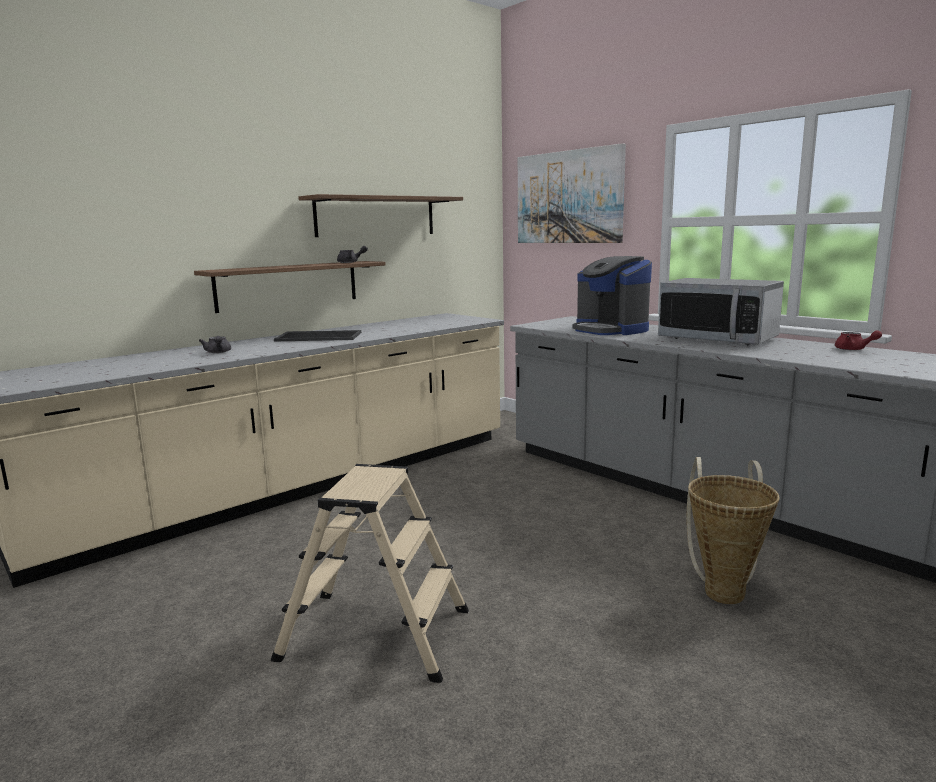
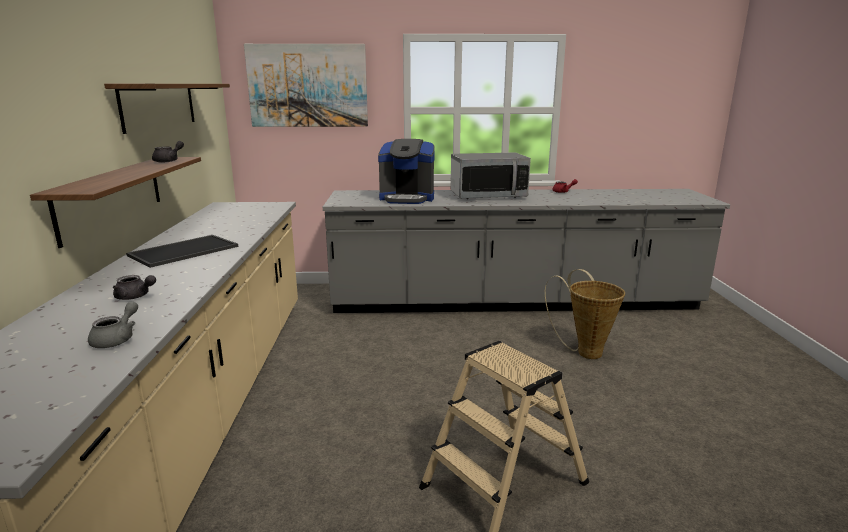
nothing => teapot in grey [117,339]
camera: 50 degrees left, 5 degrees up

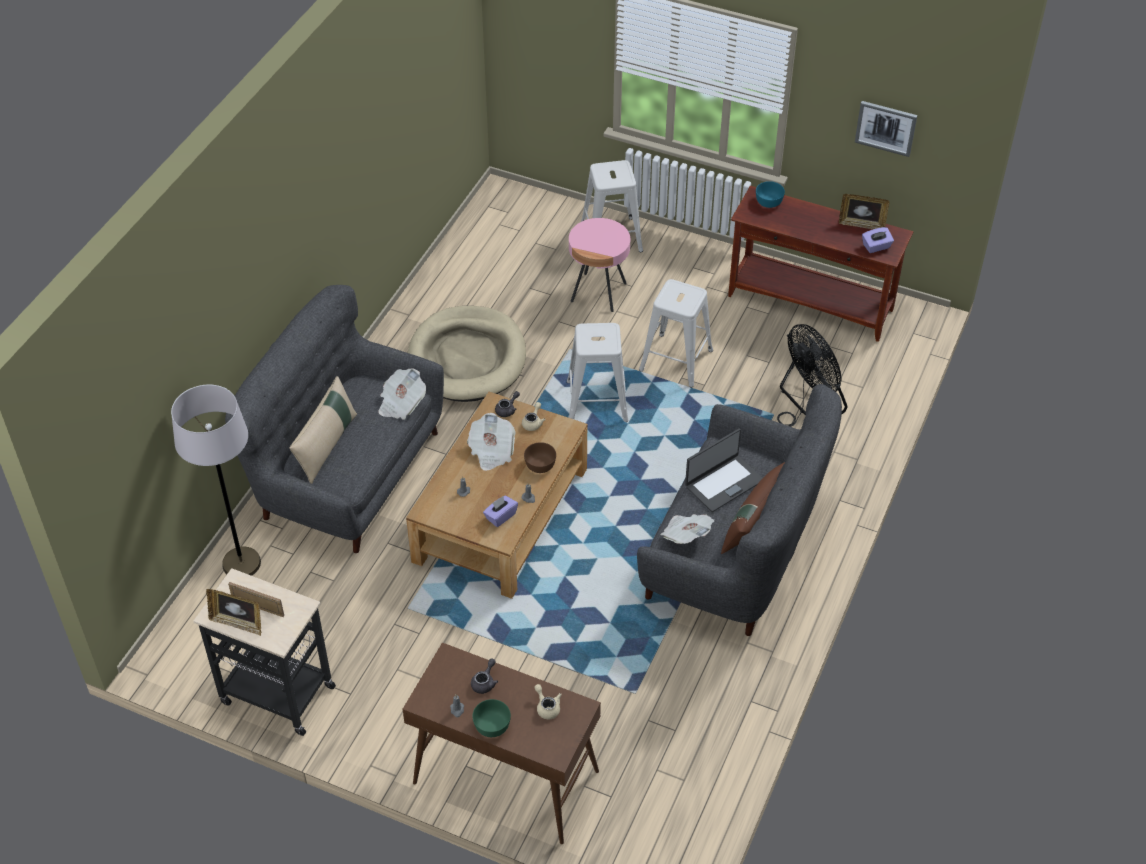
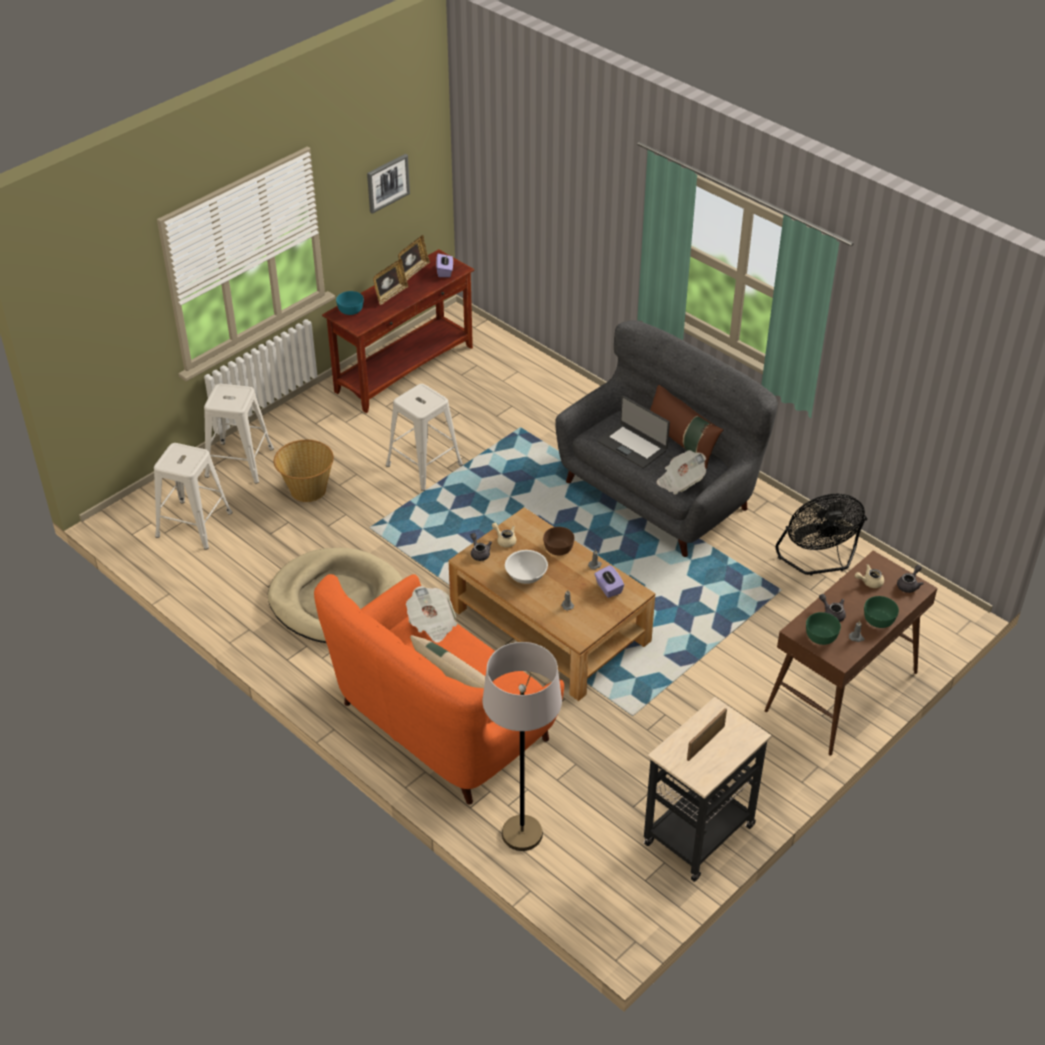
stool in white [597,401] => stool in white [194,524], shifted
accent table in pinkish [598,292] => household basket [307,490]
couch in grey [346,472] => couch in orange-coloured [439,724]
photo frame [237,623] => photo frame [390,295], shifted
newspaper [491,451] => bowl in white [526,576]
portable computer [723,483] => portable computer [632,445], 150 degrees clockwise
electric fan in blackish [803,399] => electric fan in blackish [825,564], shifted
nothing => bowl in green-coloured [821,636]
nothing => teapot in grey [909,585]
camera: 70 degrees left, 5 degrees down

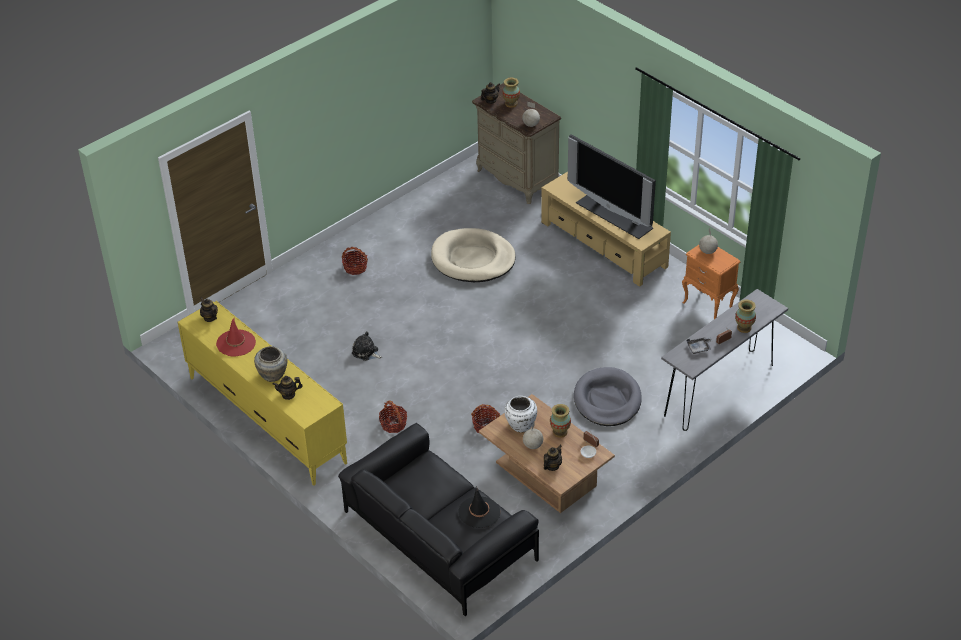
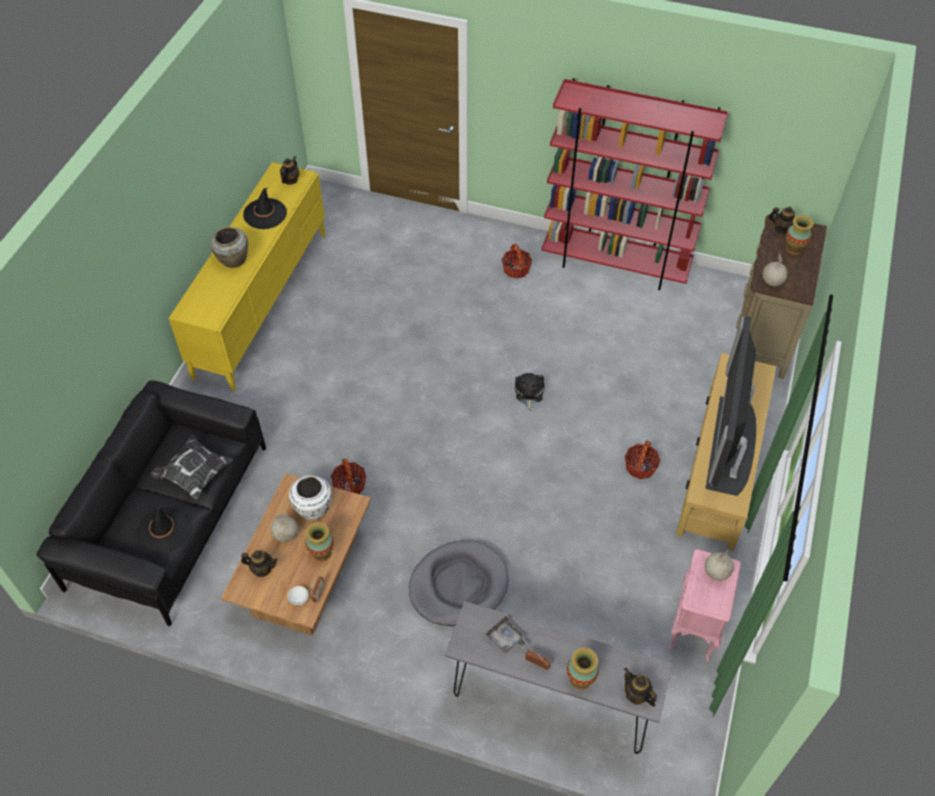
nothing => cushion [194,474]
hat in reddish [236,343] => hat in blackish [265,214]
plush toy [366,352] => plush toy [528,394], shifted
nothing => shelving unit in reddish [615,265]
teapot [288,395] => teapot [636,695], shifted
household basket [393,424] => household basket [640,467], shifted
bedside table in orange-coloured [708,307] => bedside table in pinkish [694,627]
pet bed in beige-coloured [473,259] => nothing
camera: 60 degrees right, 10 degrees up

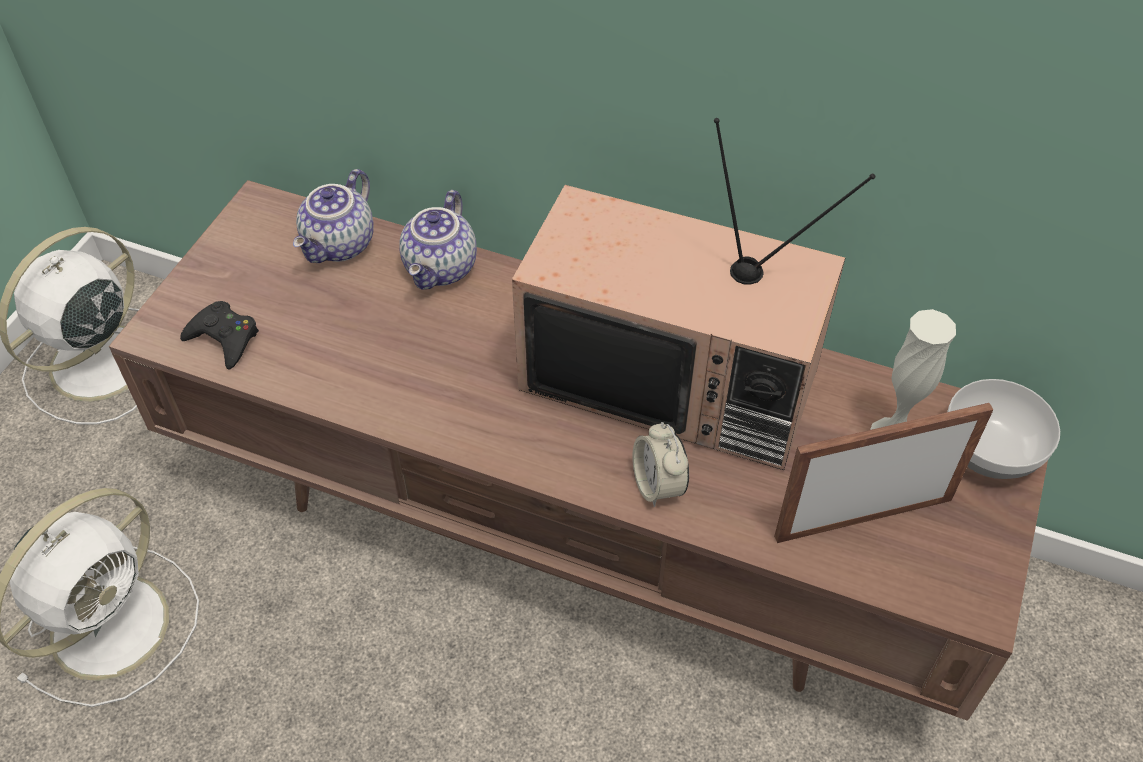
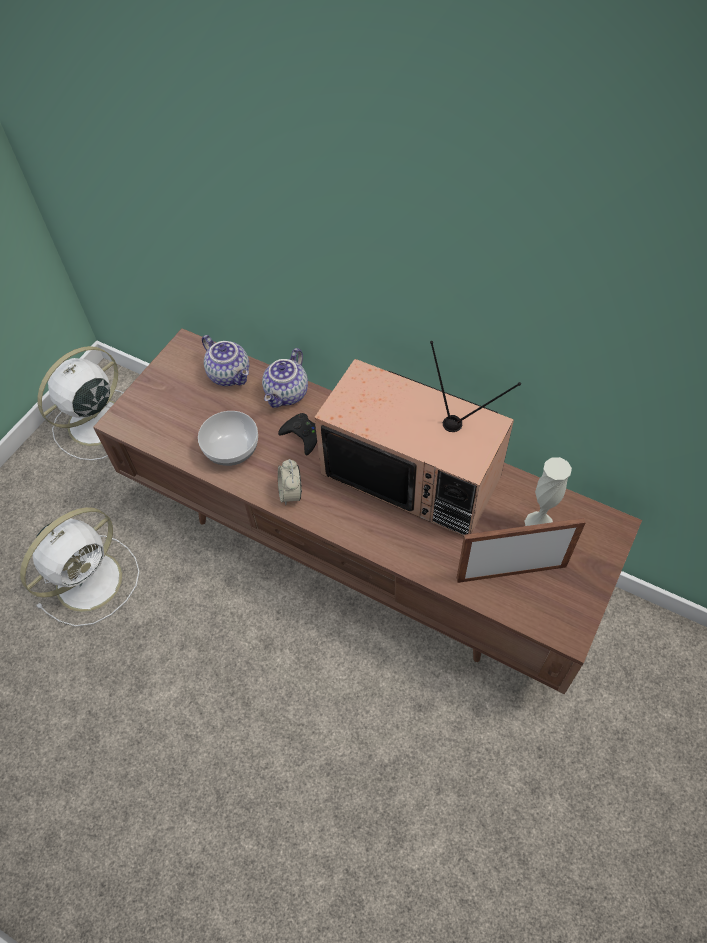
bowl [989,449] => bowl [232,449], shifted
teapot [340,245] => teapot [230,374], 75 degrees counterclockwise
game controller in blackish [224,339] => game controller in blackish [303,435], shifted
table clock [658,485] => table clock [291,493], shifted
camera: 10 degrees right, 5 degrees up

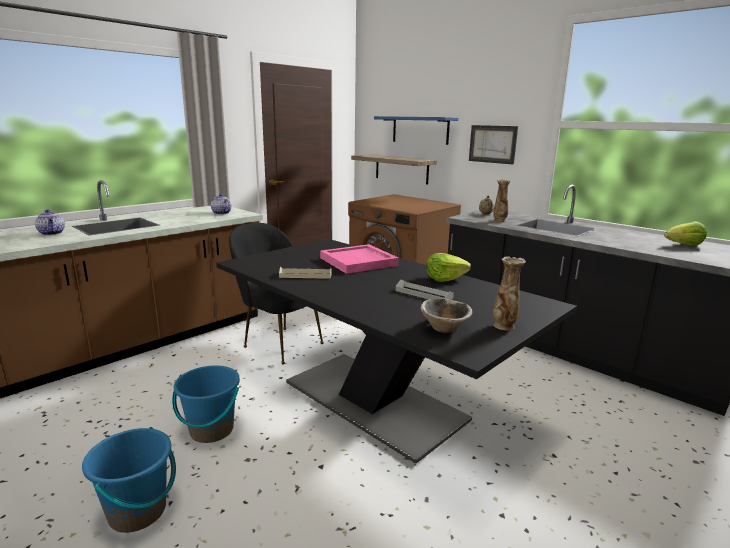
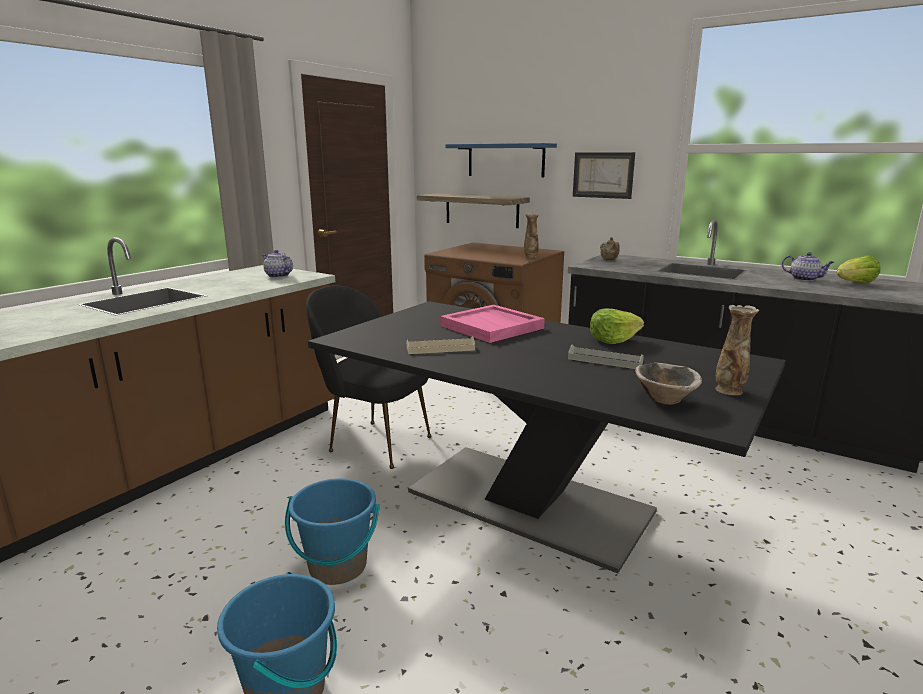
vase [499,221] => vase [530,257], shifted
teapot [52,233] => teapot [805,279], shifted
camera: 10 degrees left, 0 degrees up

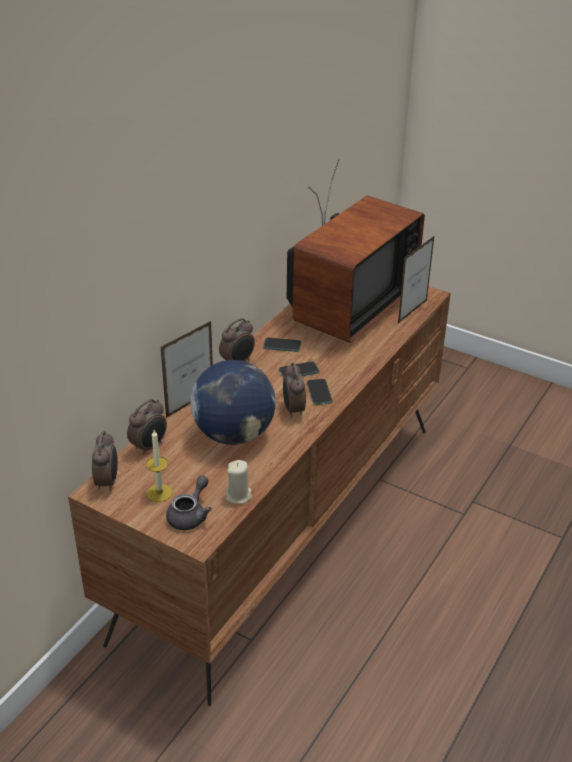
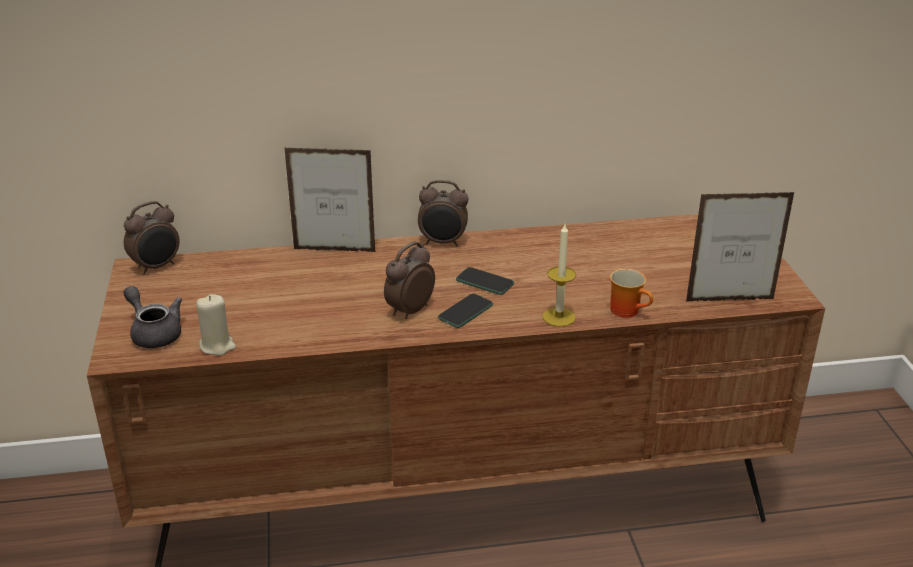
teapot in grey [190,515] => teapot in grey [154,333], 120 degrees counterclockwise
wax light [159,493] => wax light [559,317], shifted
nothing => tea mug [628,310]
table clock [149,447] => nothing
globe [234,434] => nothing
telephone [282,345] => nothing
TV set [346,307] => nothing
camera: 50 degrees right, 5 degrees down

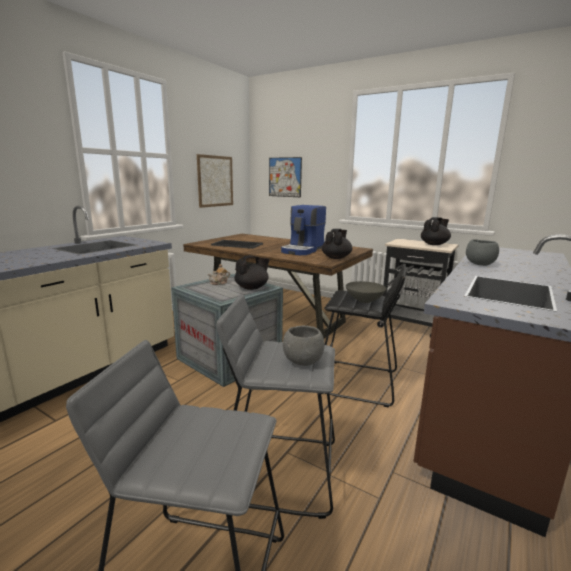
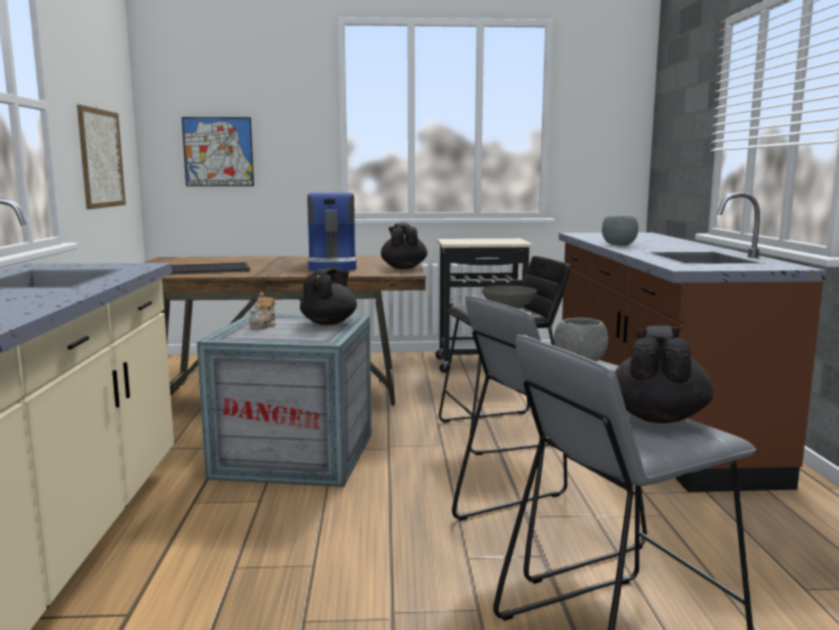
teapot in blackish [434,244] => teapot in blackish [657,417], shifted
camera: 35 degrees left, 5 degrees down

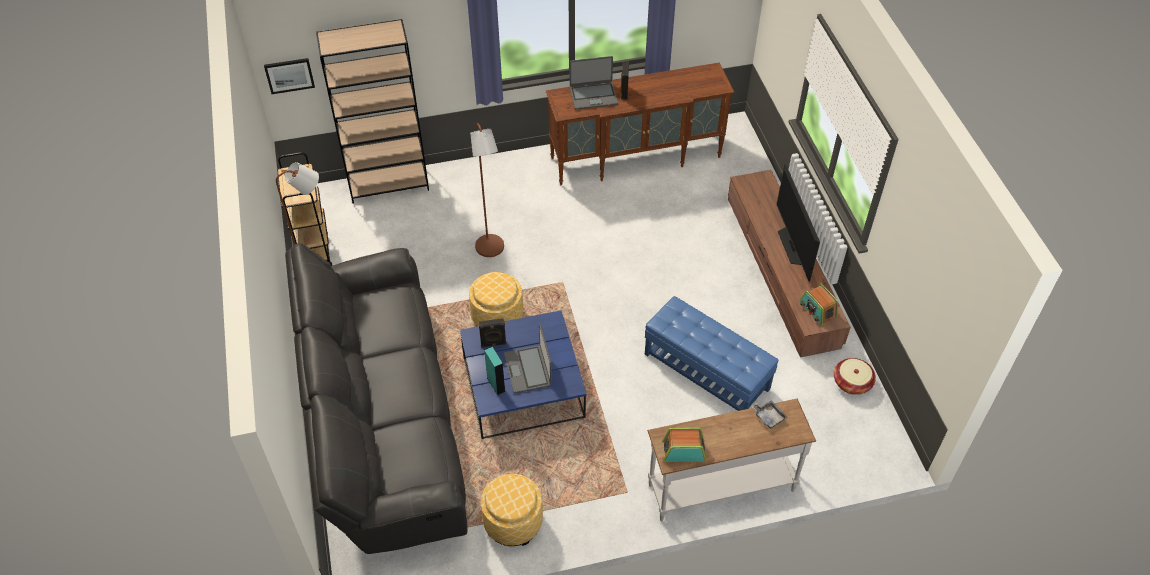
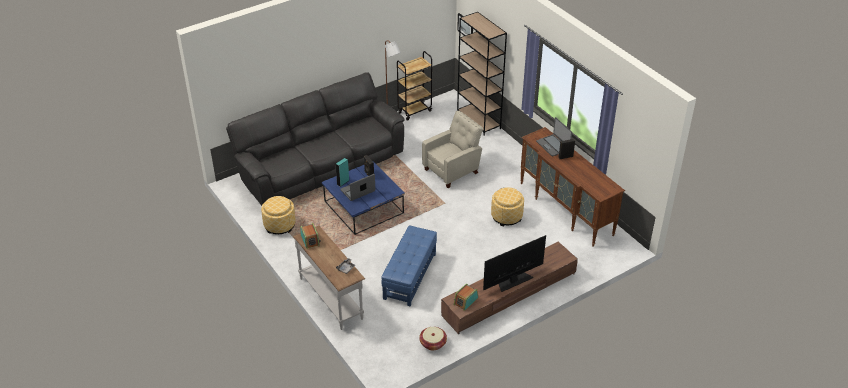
standing lamp in brownish [491,250] => lounge chair in beige-coloured [453,170]
pouffe [497,316] => pouffe [506,216], shifted
camera: 70 degrees right, 10 degrees down

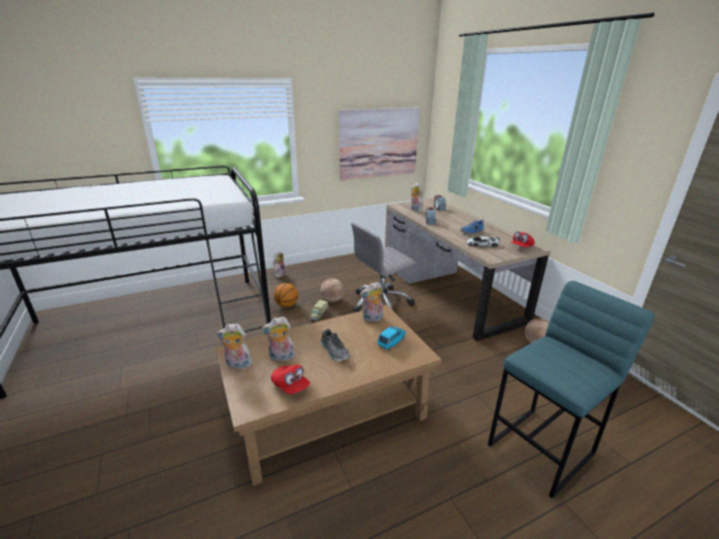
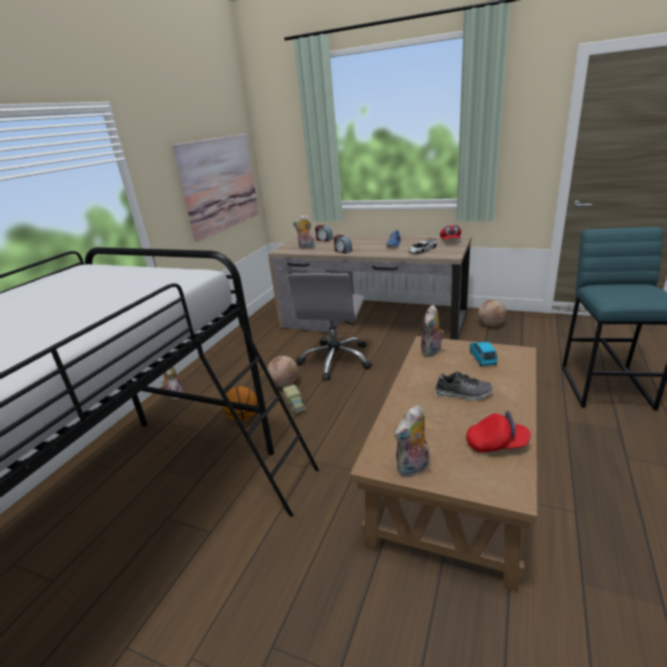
plush toy [281,358] => nothing
camera: 40 degrees left, 0 degrees up

